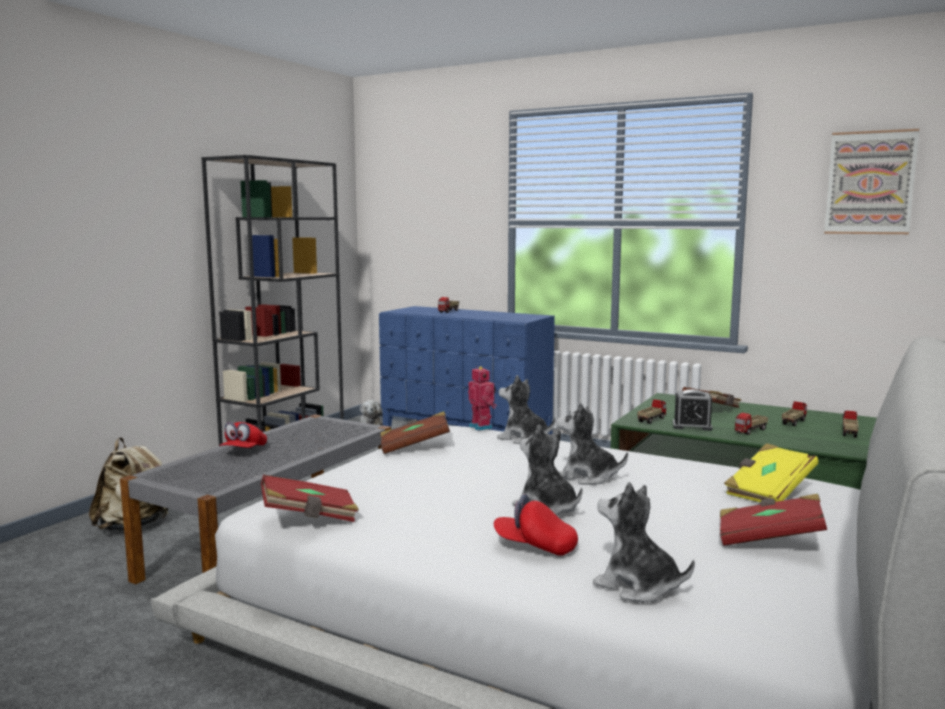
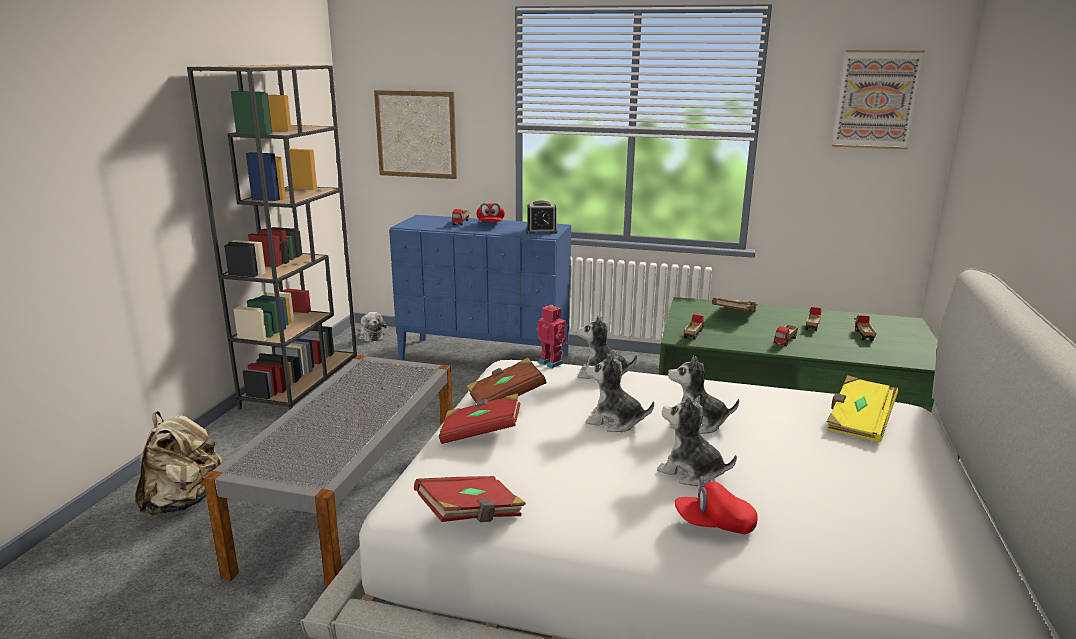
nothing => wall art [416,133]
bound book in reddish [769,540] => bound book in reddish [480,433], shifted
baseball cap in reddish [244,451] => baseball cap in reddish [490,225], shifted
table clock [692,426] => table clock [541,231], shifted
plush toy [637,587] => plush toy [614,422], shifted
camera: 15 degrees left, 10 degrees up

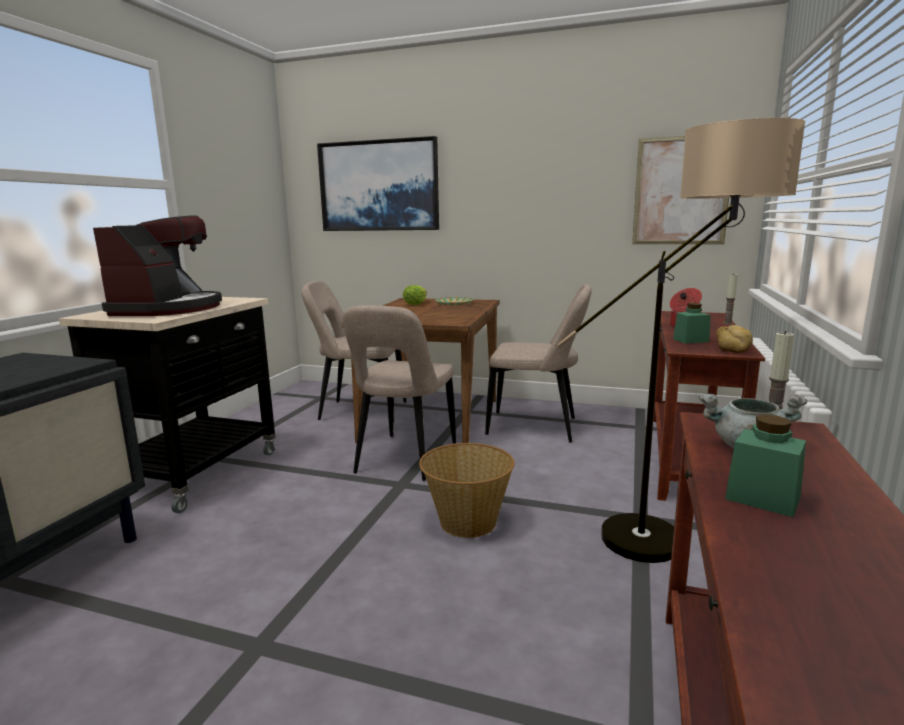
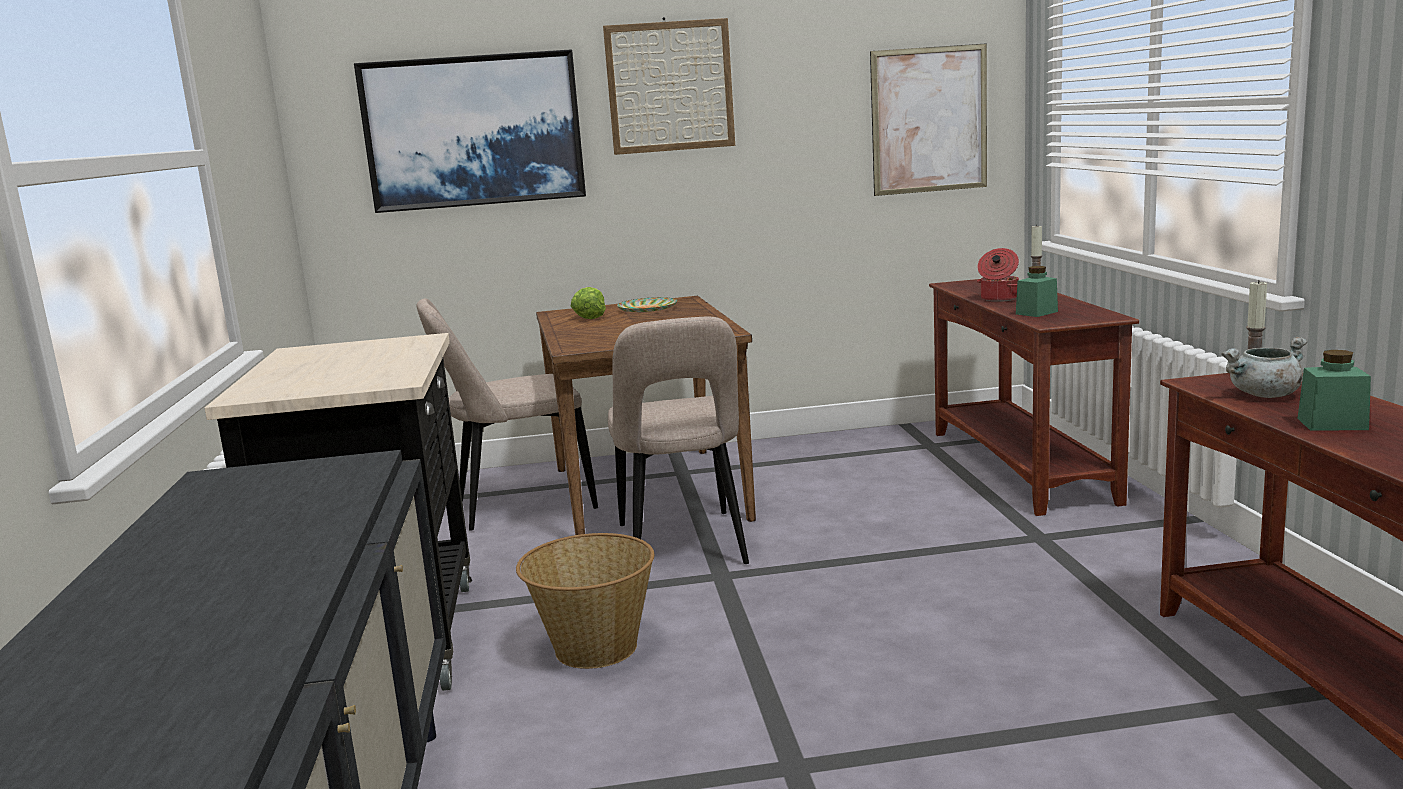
household basket [467,522] => household basket [594,648], shifted
nothing => wall art [670,84]
coffee brewer [169,309] => nothing
plain chair in beige-coloured [537,427] => nothing
standing lamp [672,540] => nothing
bread [732,346] => nothing
camera: 25 degrees left, 0 degrees up

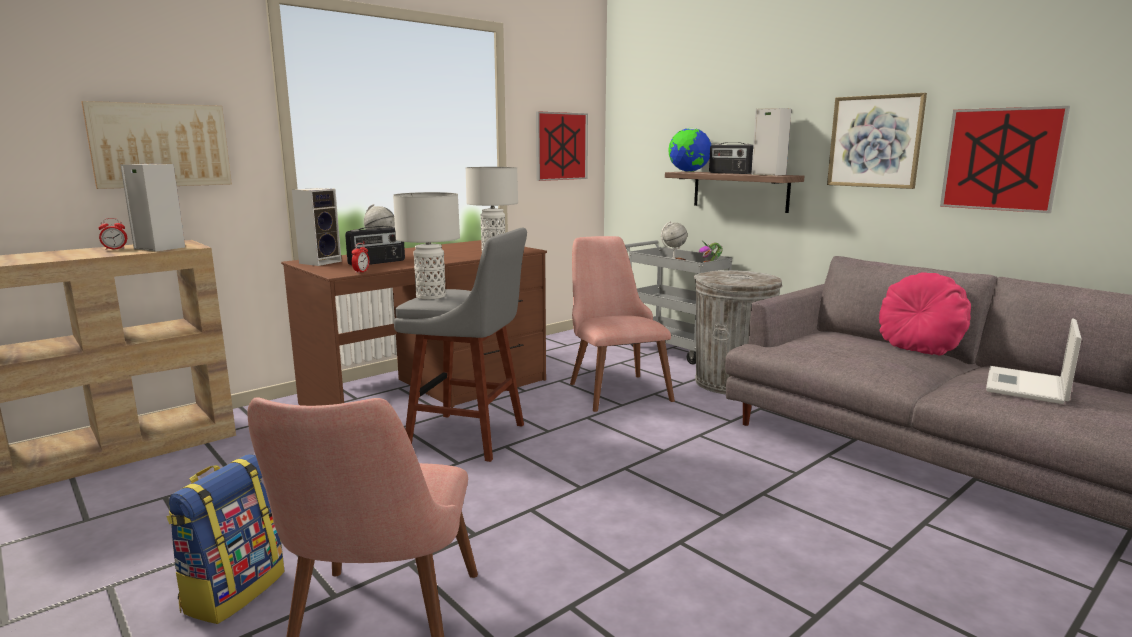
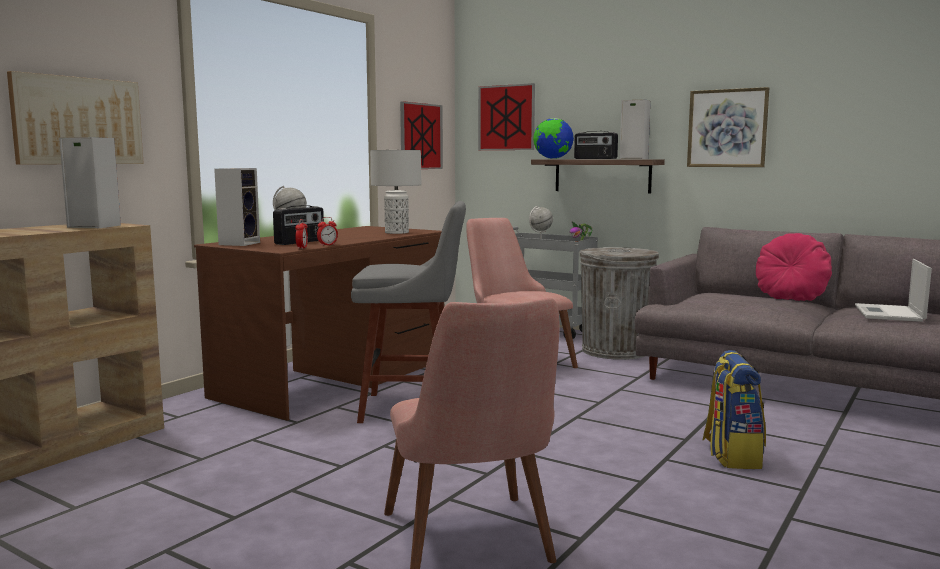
table clock [115,249] => table clock [327,245], shifted
wall art [1001,159] => wall art [506,117], shifted
backpack [233,591] => backpack [731,455], shifted
table lamp in white [431,296] => nothing
camera: 15 degrees left, 5 degrees down

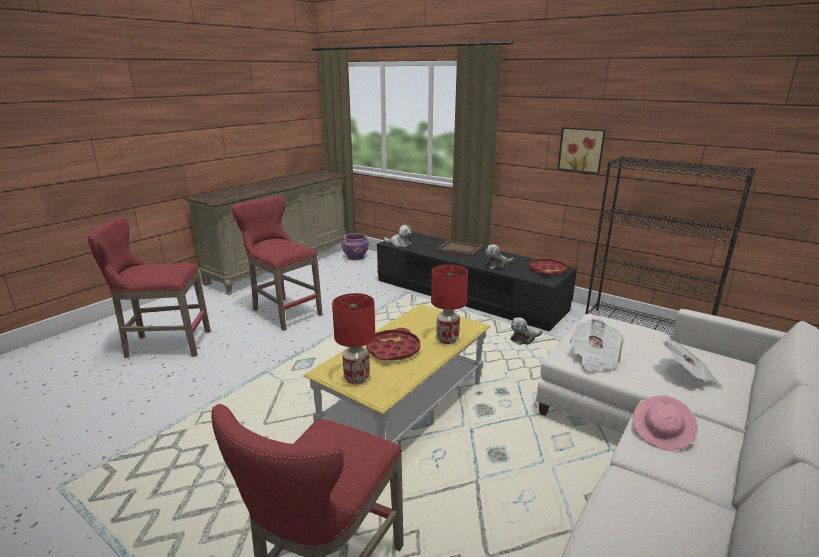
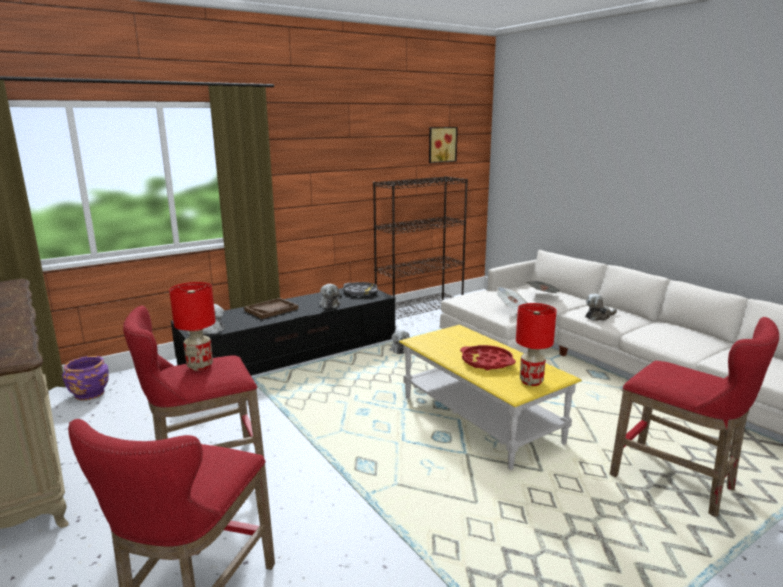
table lamp in reddish [448,339] => table lamp in reddish [200,366], shifted
serving tray in reddish [547,270] => serving tray in grey [360,292]
wall art [581,150] => wall art [441,144], shifted
hat in pinkish [662,434] => plush toy [598,317]
camera: 70 degrees left, 5 degrees down

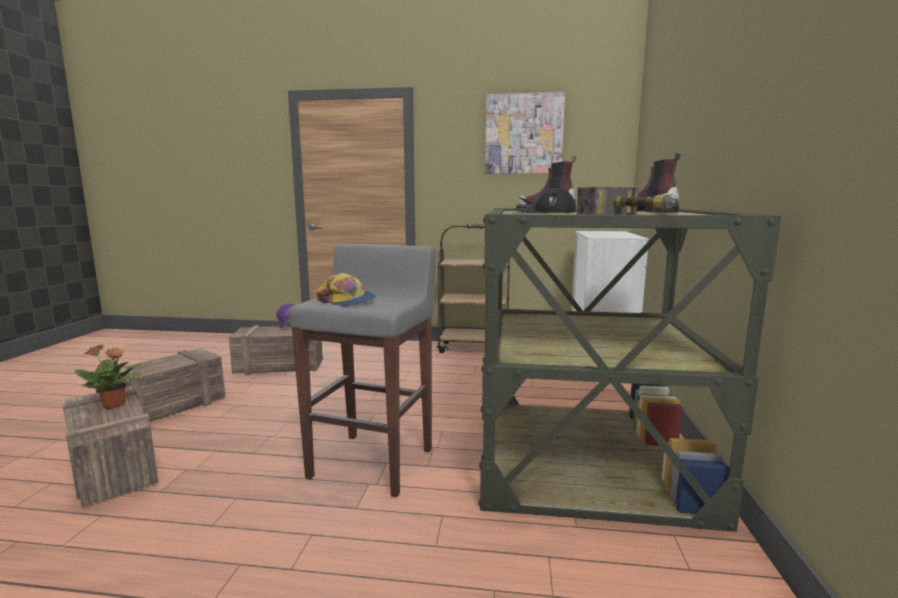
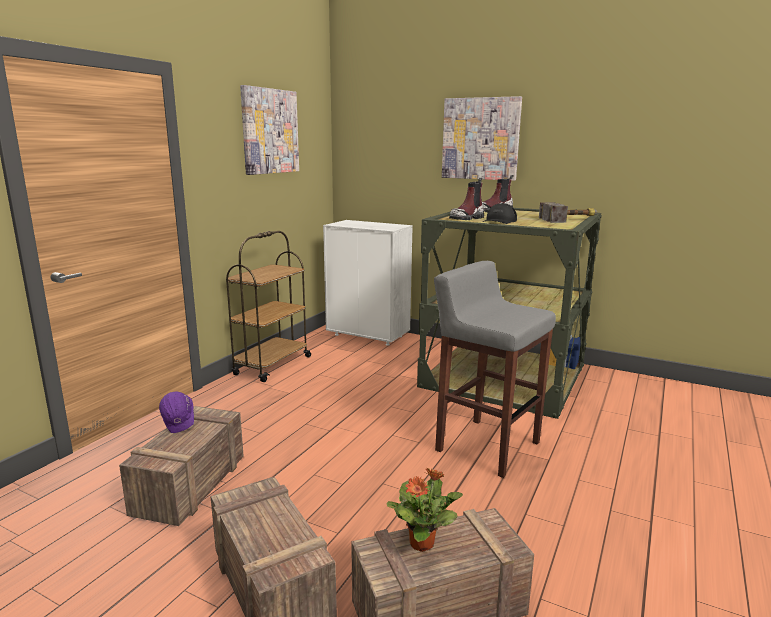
nothing => wall art [480,139]
baseball cap [346,301] => nothing
camera: 70 degrees left, 5 degrees up

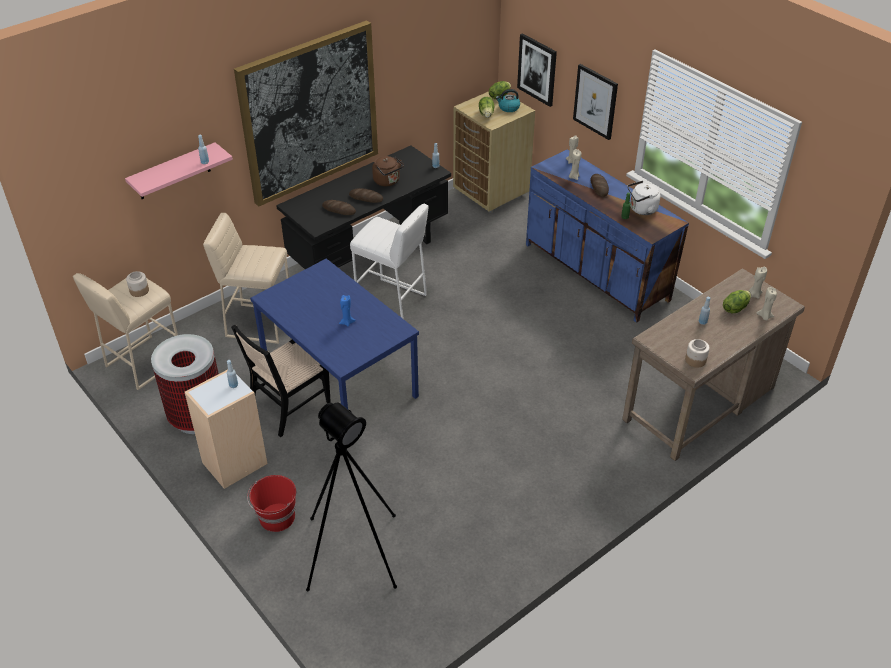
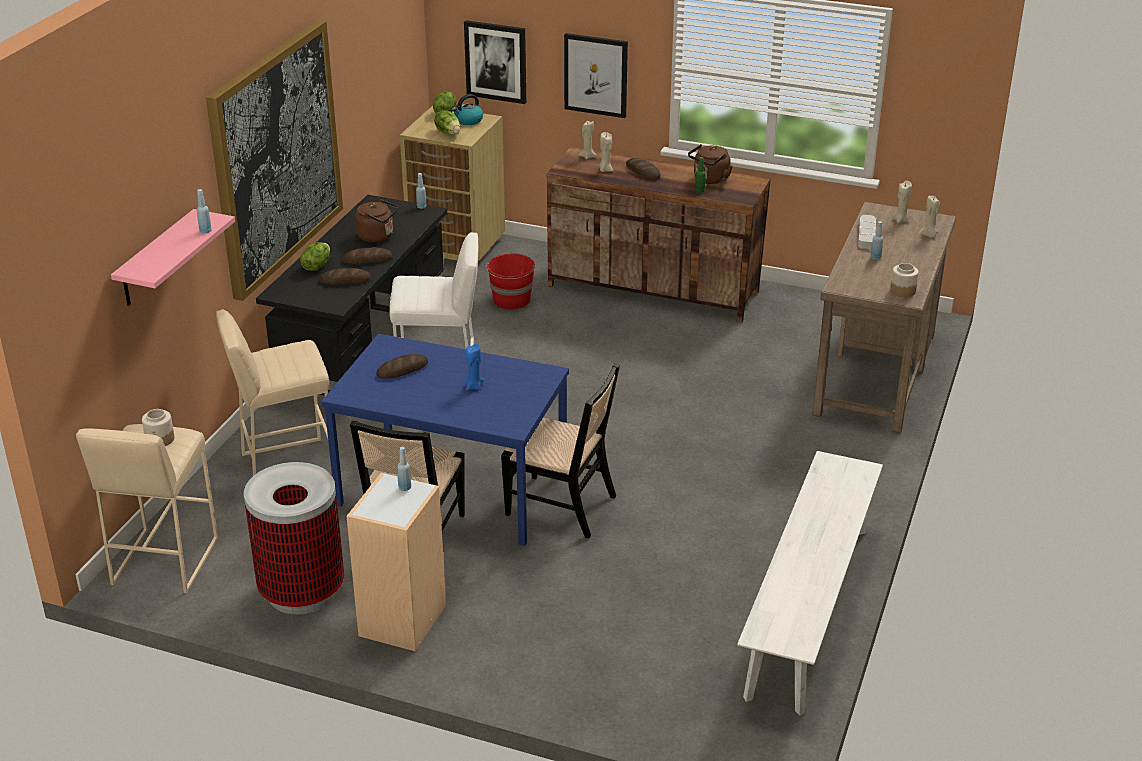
lettuce head [735,308] => lettuce head [316,266], shifted
nothing => bread [402,370]
pail in reddish [276,518] => pail in reddish [511,300], shifted
nothing => plain chair [561,506]
cabinet in blue [596,273] => cabinet in brownish [654,290]
kettle in white [641,209] => kettle in brownish [710,180]
nothing => bench in white [808,610]
nothing => serving tray in grey [866,235]
standing lamp in blackish [352,553] => nothing
camera: 30 degrees left, 10 degrees down

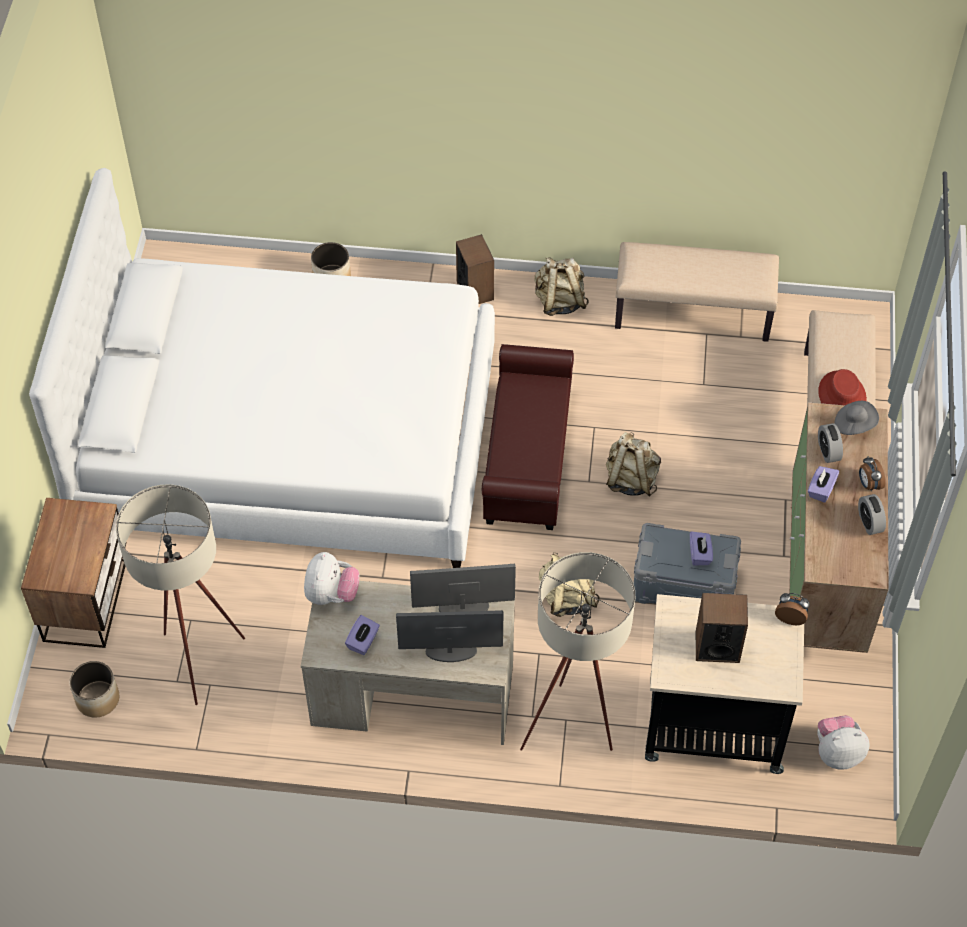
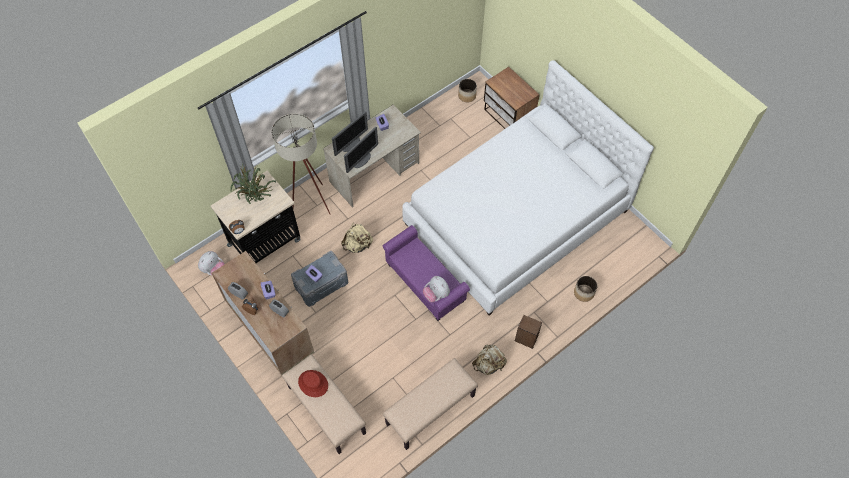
audio speaker [717,646] => potted plant [256,200]
pouffe in brownish [527,461] => pouffe in purple [425,283]
plush toy [331,594] => plush toy [436,295], shifted
standing lamp in beige-coloured [199,668] => nothing
backpack in beige-coloured [630,479] => nothing
hat in grey [854,424] => nothing
camera: 135 degrees right, 5 degrees up

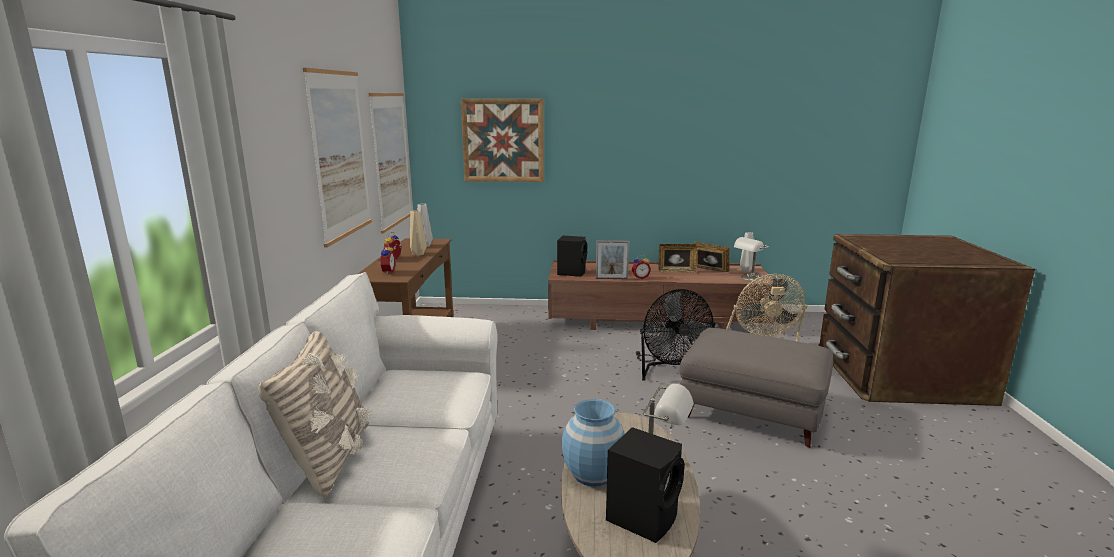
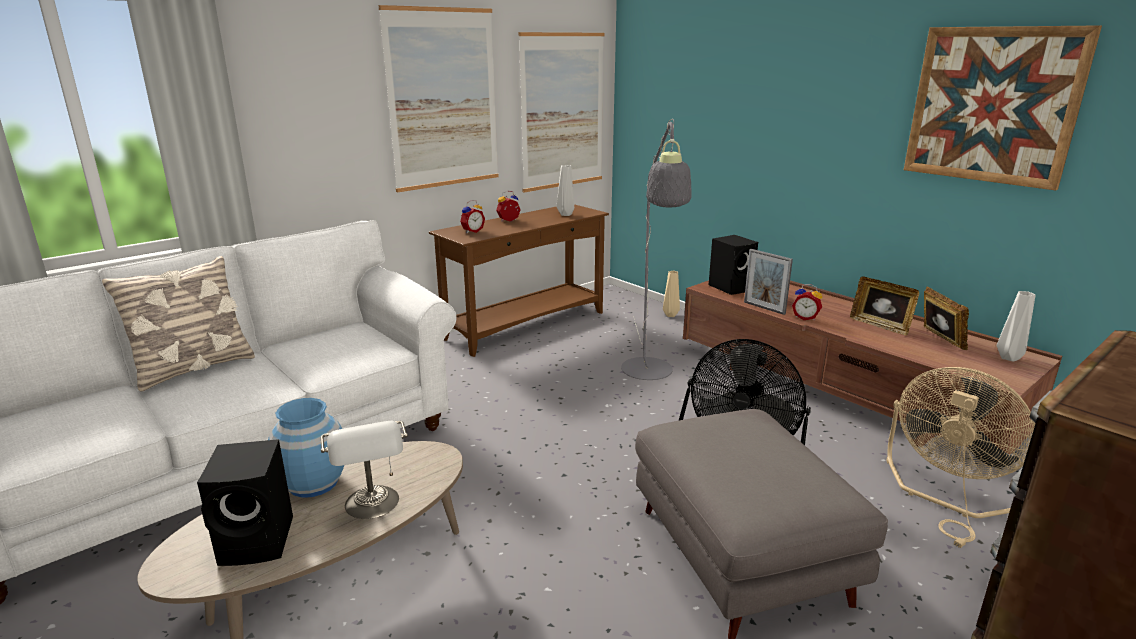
nothing => standing lamp in grey [649,375]
vase in beige-coloured [417,254] => vase in beige-coloured [670,315], shifted
wall art [503,140] => wall art [992,105], shifted
table lamp in white [749,278] => nothing
camera: 45 degrees right, 5 degrees up

